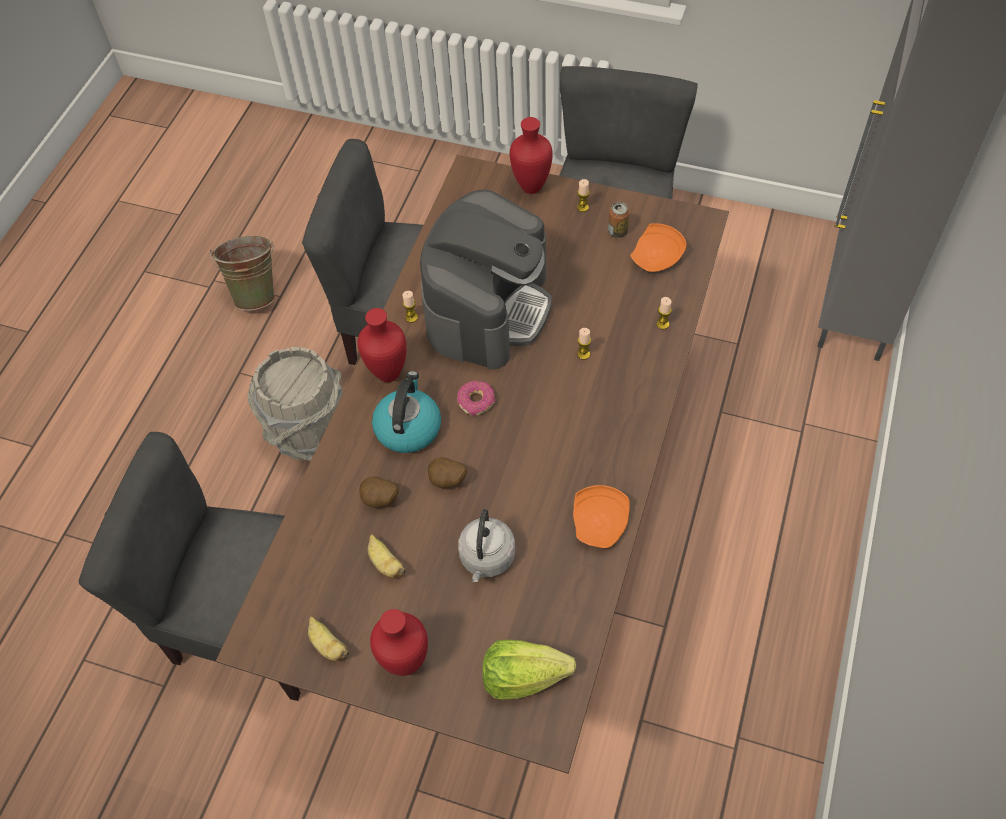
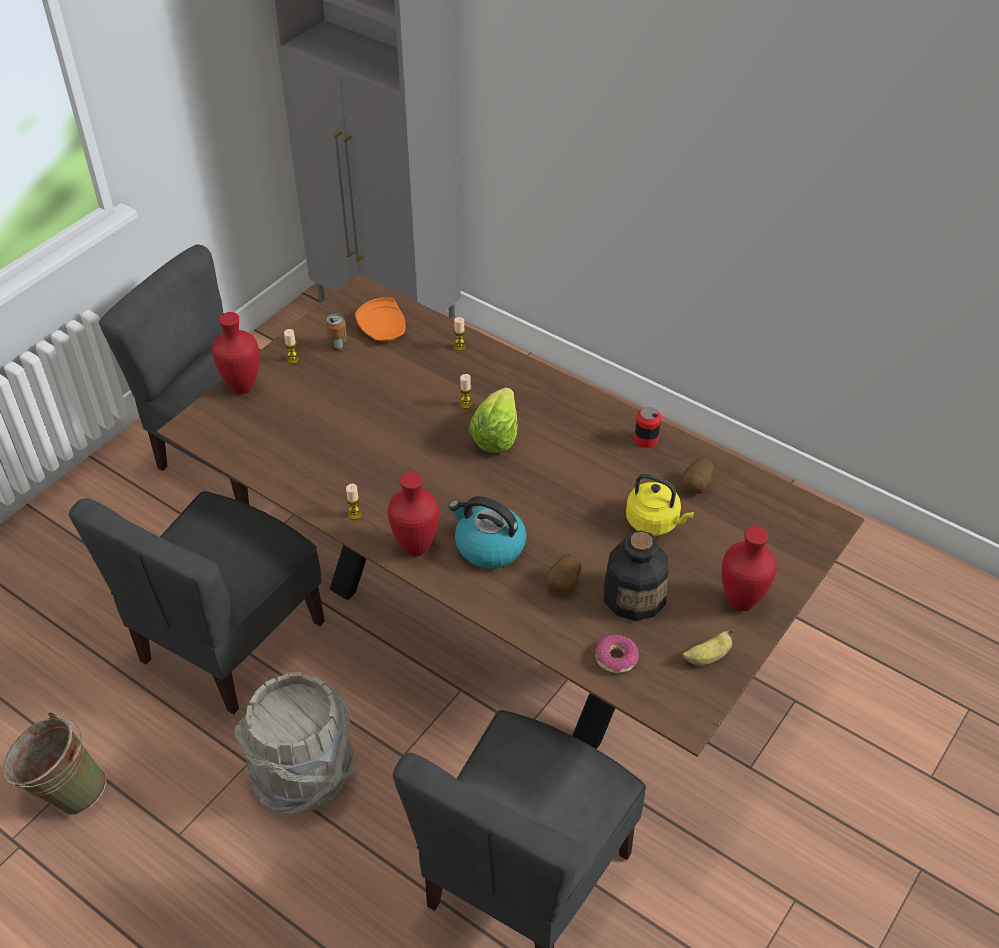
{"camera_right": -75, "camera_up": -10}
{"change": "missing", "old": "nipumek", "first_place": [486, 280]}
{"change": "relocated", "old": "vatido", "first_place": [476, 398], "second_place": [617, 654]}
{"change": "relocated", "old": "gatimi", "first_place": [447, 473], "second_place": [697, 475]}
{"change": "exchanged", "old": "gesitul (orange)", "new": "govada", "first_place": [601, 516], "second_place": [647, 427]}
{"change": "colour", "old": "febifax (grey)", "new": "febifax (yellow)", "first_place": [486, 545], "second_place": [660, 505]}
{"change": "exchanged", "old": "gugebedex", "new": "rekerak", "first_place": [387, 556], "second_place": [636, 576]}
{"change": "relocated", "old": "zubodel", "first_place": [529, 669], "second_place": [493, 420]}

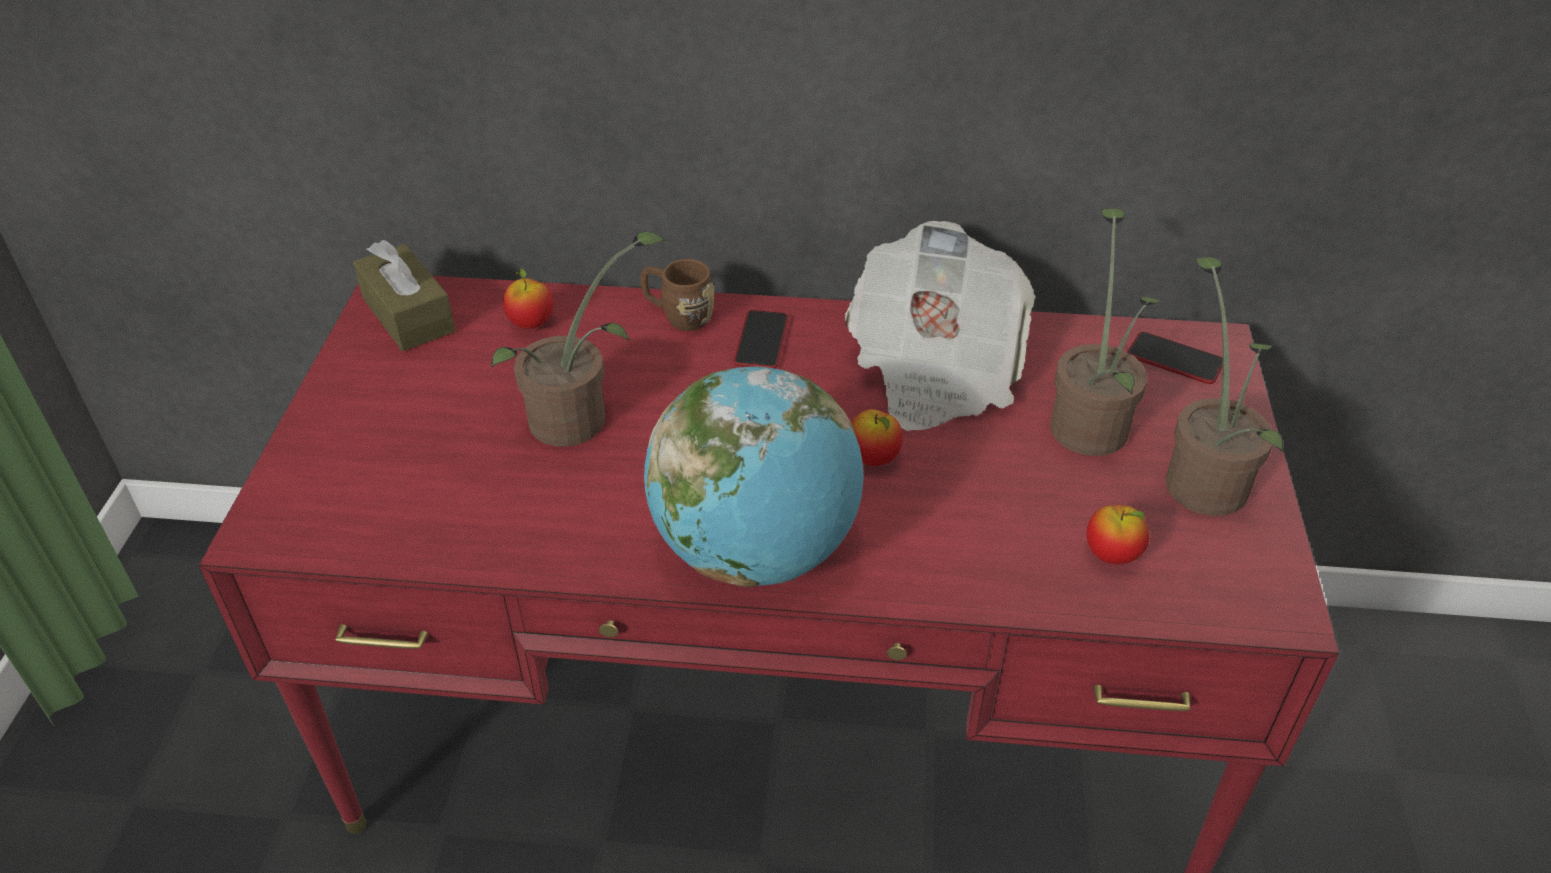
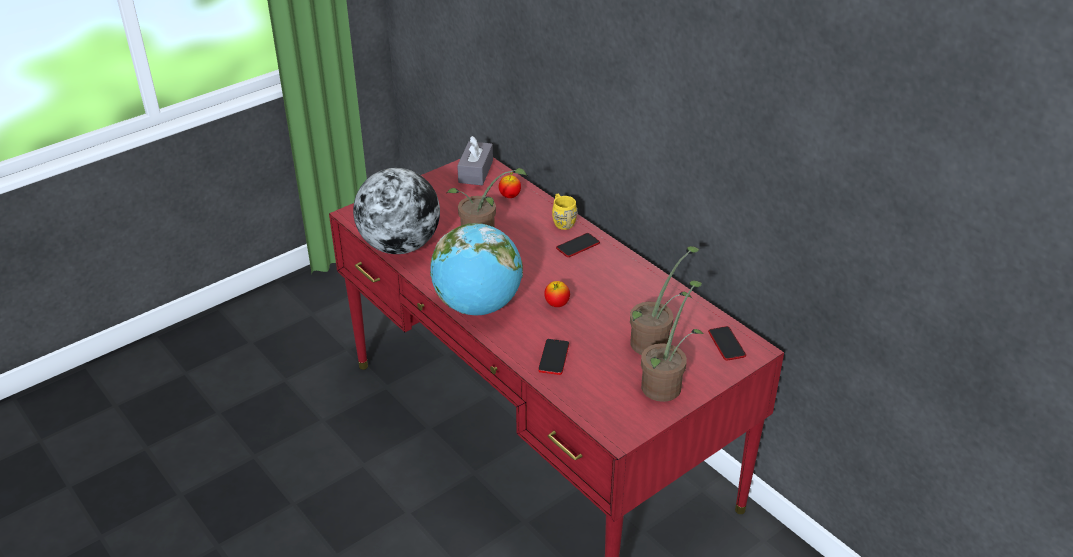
{"camera_right": 45, "camera_up": -5}
{"change": "missing", "old": "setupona", "first_place": [940, 326]}
{"change": "colour", "old": "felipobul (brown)", "new": "felipobul (grey)", "first_place": [404, 295], "second_place": [475, 160]}
{"change": "colour", "old": "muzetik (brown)", "new": "muzetik (yellow)", "first_place": [677, 295], "second_place": [564, 211]}
{"change": "missing", "old": "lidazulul", "first_place": [1118, 534]}
{"change": "appeared", "new": "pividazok", "second_place": [396, 211]}
{"change": "appeared", "new": "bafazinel", "second_place": [553, 357]}

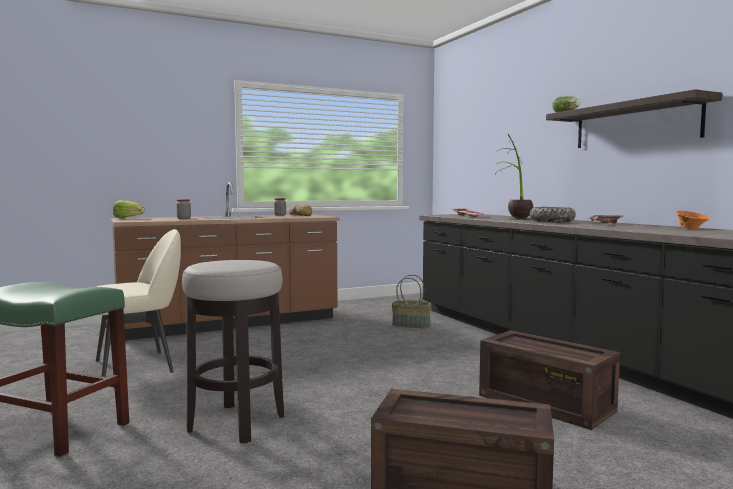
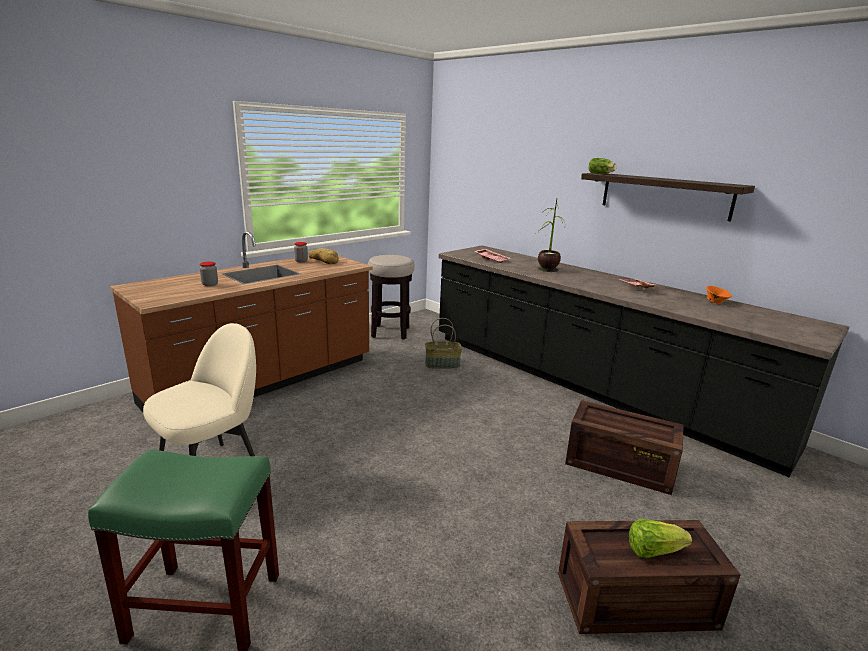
{"camera_right": -20, "camera_up": 15}
{"change": "relocated", "old": "zubodel", "first_place": [129, 209], "second_place": [660, 538]}
{"change": "missing", "old": "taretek", "first_place": [553, 214]}
{"change": "relocated", "old": "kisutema", "first_place": [233, 351], "second_place": [391, 297]}

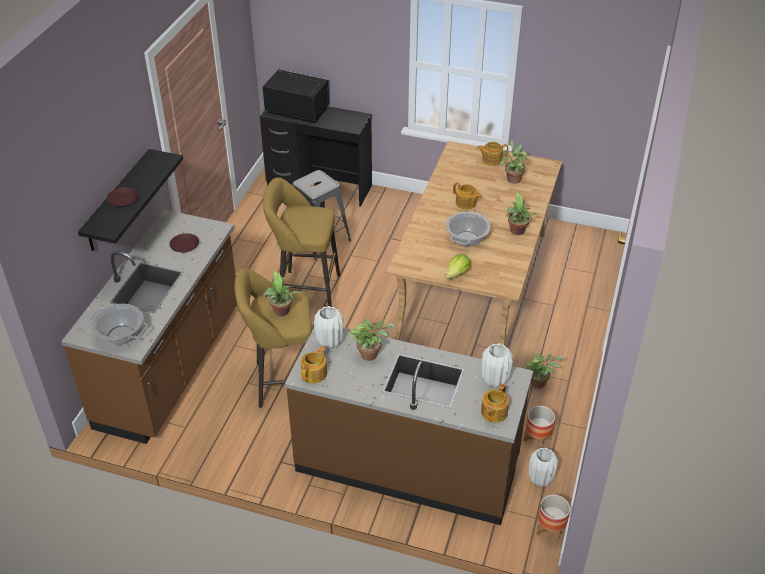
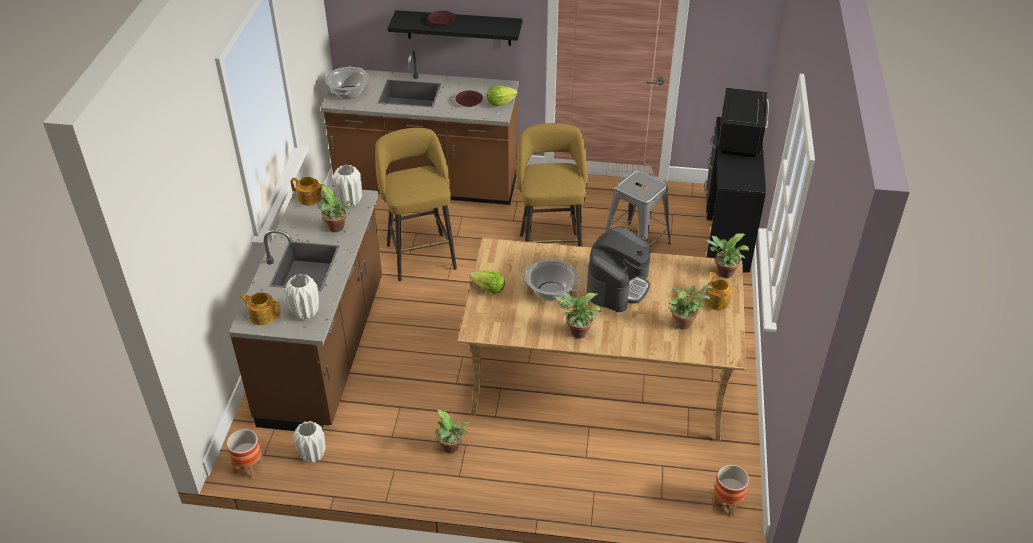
{"camera_right": 80, "camera_up": 0}
{"change": "exchanged", "old": "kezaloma", "new": "nipumek", "first_place": [467, 196], "second_place": [619, 269]}
{"change": "relocated", "old": "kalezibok", "first_place": [281, 293], "second_place": [727, 255]}
{"change": "relocated", "old": "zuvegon", "first_place": [539, 427], "second_place": [730, 490]}
{"change": "appeared", "new": "zubodel", "second_place": [502, 96]}

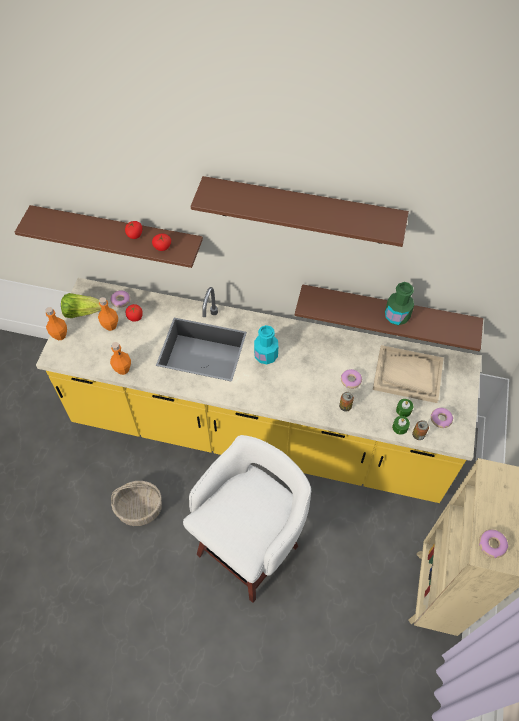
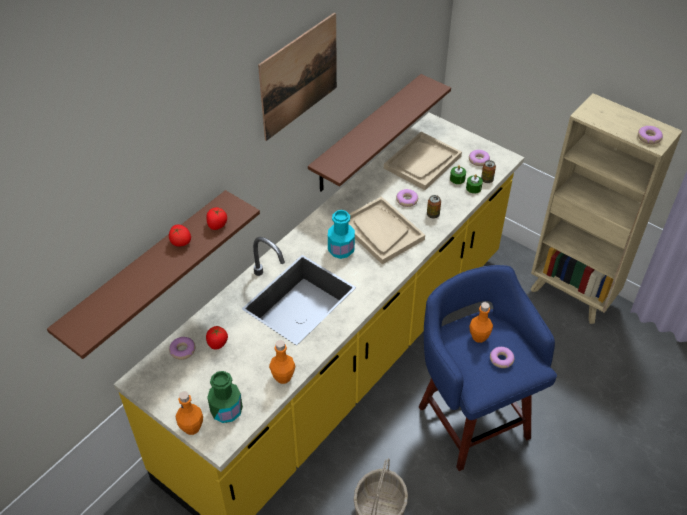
{"camera_right": -65, "camera_up": -10}
{"change": "exchanged", "old": "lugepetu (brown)", "new": "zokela", "first_place": [300, 211], "second_place": [297, 76]}
{"change": "relocated", "old": "rekerak (green)", "first_place": [399, 303], "second_place": [225, 397]}
{"change": "missing", "old": "zubodel", "first_place": [81, 305]}
{"change": "relocated", "old": "rekerak (orange)", "first_place": [108, 314], "second_place": [481, 322]}
{"change": "colour", "old": "kisutema (white)", "new": "kisutema (blue)", "first_place": [247, 519], "second_place": [488, 368]}
{"change": "appeared", "new": "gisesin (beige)", "second_place": [386, 230]}
{"change": "appeared", "new": "vatido", "second_place": [502, 357]}

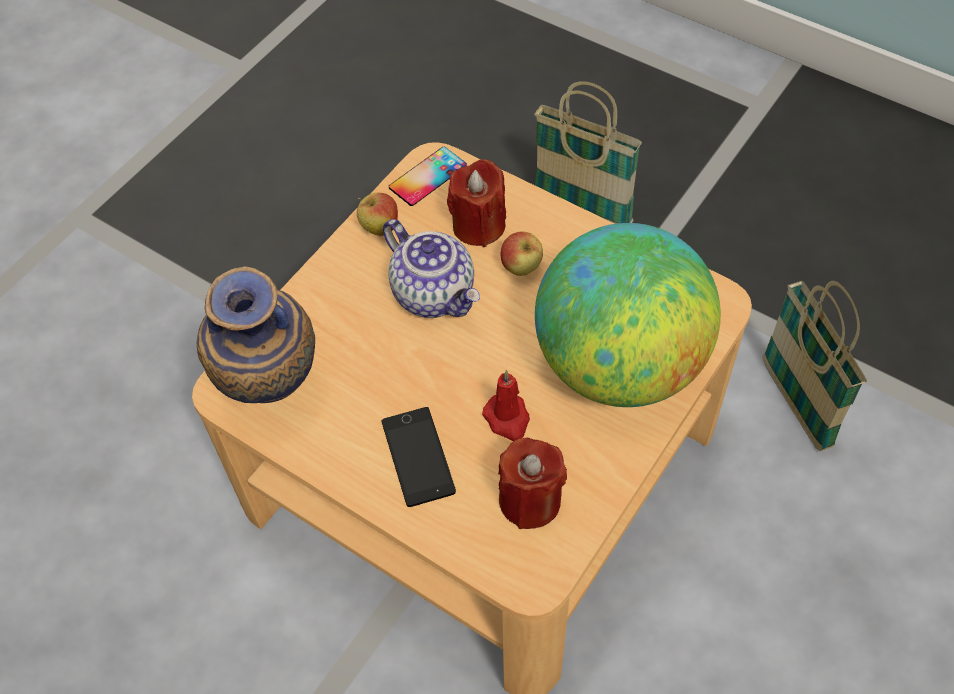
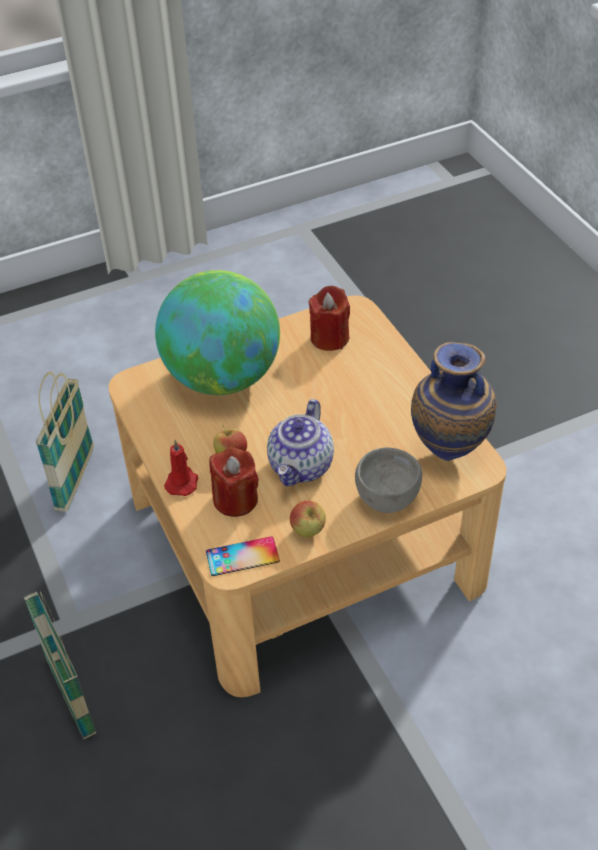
{"camera_right": -150, "camera_up": -10}
{"change": "spun", "old": "kezaloma", "first_place": [431, 268], "second_place": [300, 442], "degrees": -150}
{"change": "relocated", "old": "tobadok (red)", "first_place": [506, 405], "second_place": [181, 468]}
{"change": "missing", "old": "bafazinel", "first_place": [419, 457]}
{"change": "appeared", "new": "taretek (grey)", "second_place": [388, 480]}

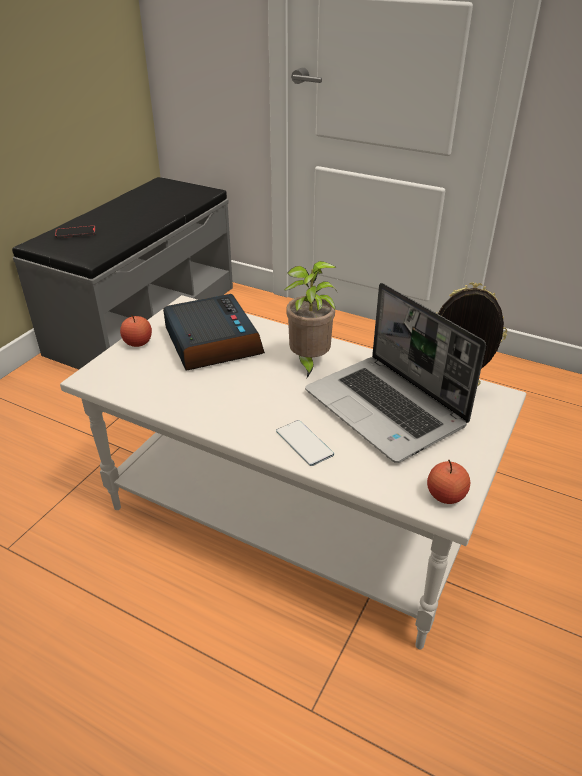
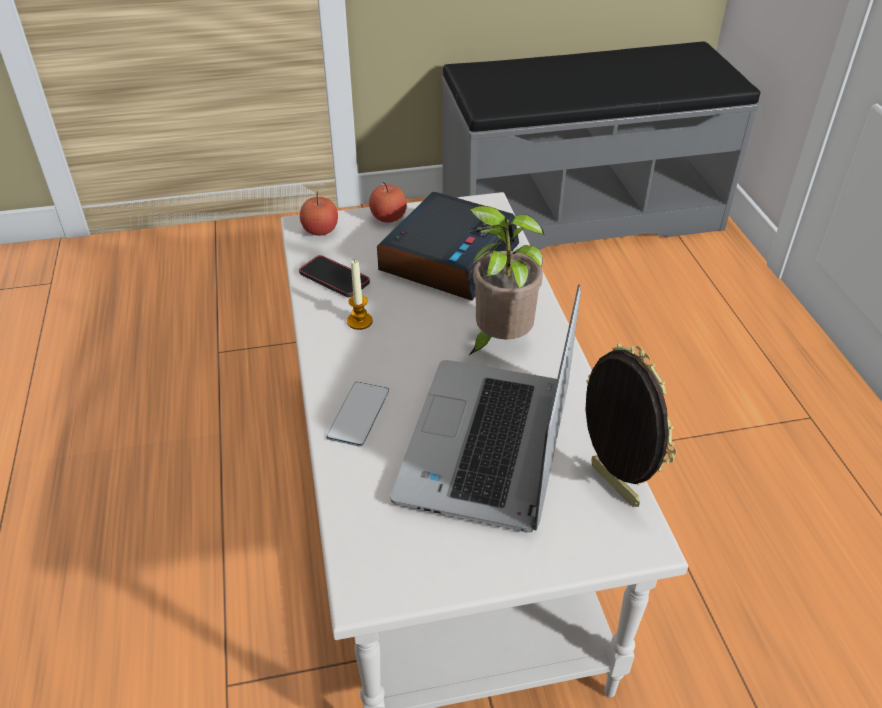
{"camera_right": 50, "camera_up": 5}
{"change": "relocated", "old": "bafazinel", "first_place": [75, 231], "second_place": [334, 276]}
{"change": "relocated", "old": "lidazulul", "first_place": [448, 482], "second_place": [319, 213]}
{"change": "appeared", "new": "tobadok", "second_place": [360, 294]}

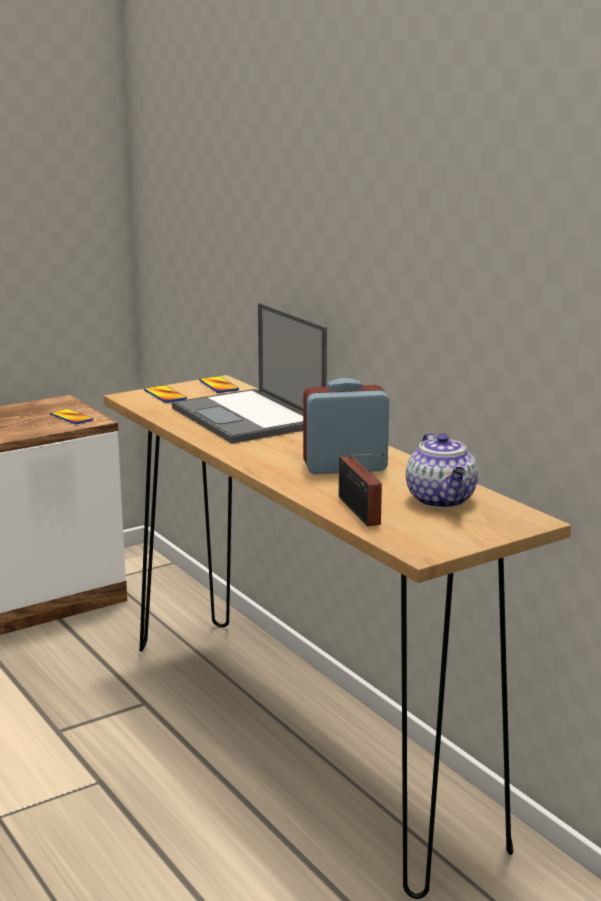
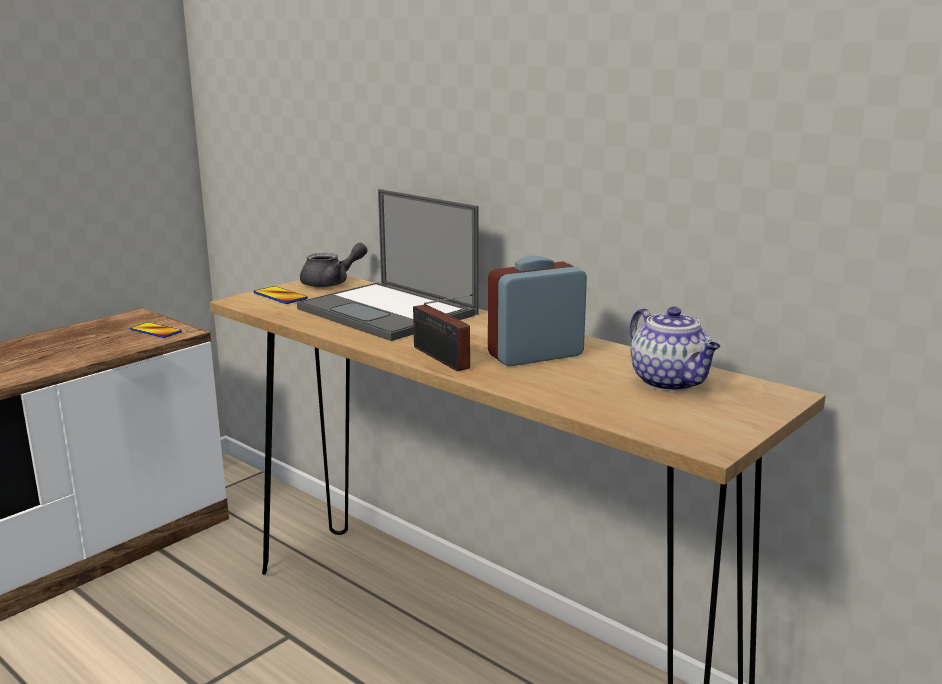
{"camera_right": -15, "camera_up": 0}
{"change": "exchanged", "old": "bafazinel", "new": "kezaloma (grey)", "first_place": [219, 384], "second_place": [334, 265]}
{"change": "relocated", "old": "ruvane", "first_place": [361, 490], "second_place": [443, 332]}

